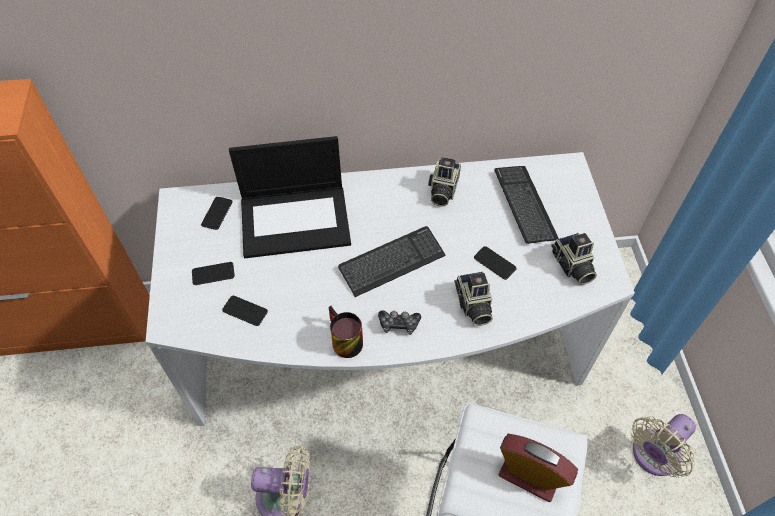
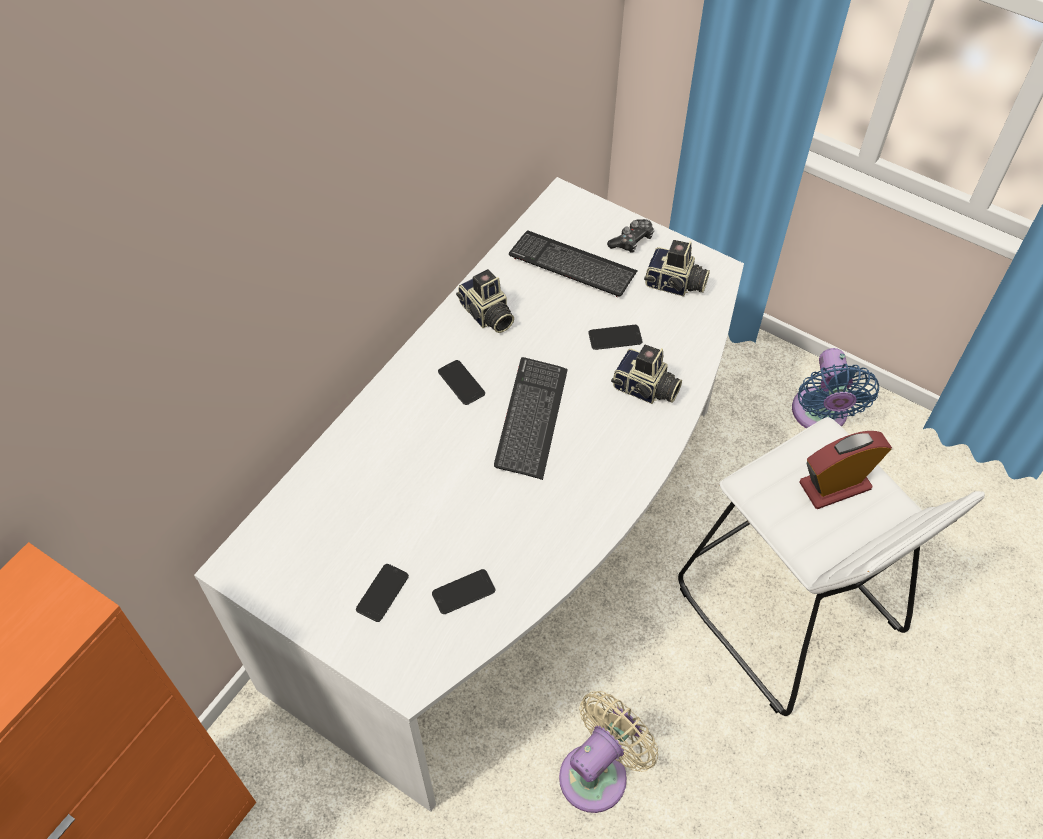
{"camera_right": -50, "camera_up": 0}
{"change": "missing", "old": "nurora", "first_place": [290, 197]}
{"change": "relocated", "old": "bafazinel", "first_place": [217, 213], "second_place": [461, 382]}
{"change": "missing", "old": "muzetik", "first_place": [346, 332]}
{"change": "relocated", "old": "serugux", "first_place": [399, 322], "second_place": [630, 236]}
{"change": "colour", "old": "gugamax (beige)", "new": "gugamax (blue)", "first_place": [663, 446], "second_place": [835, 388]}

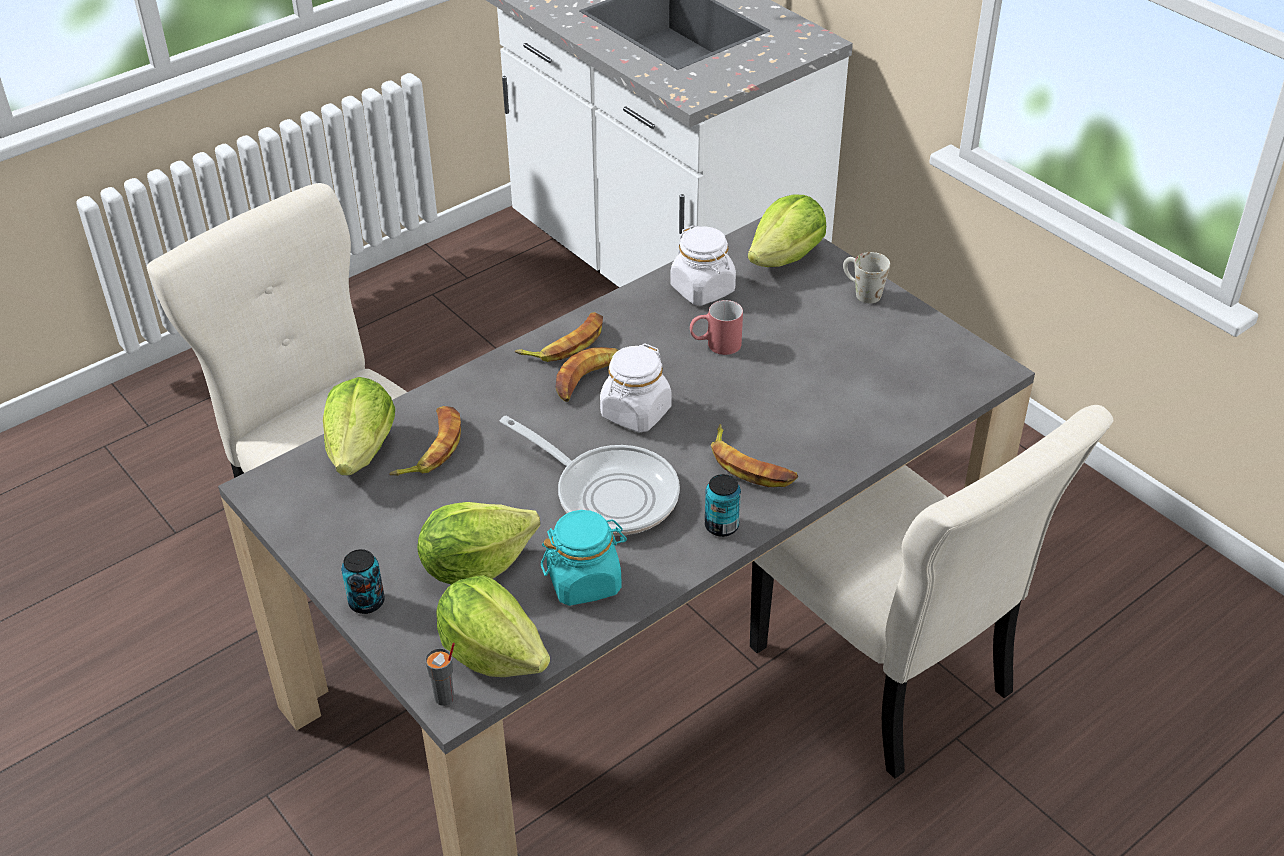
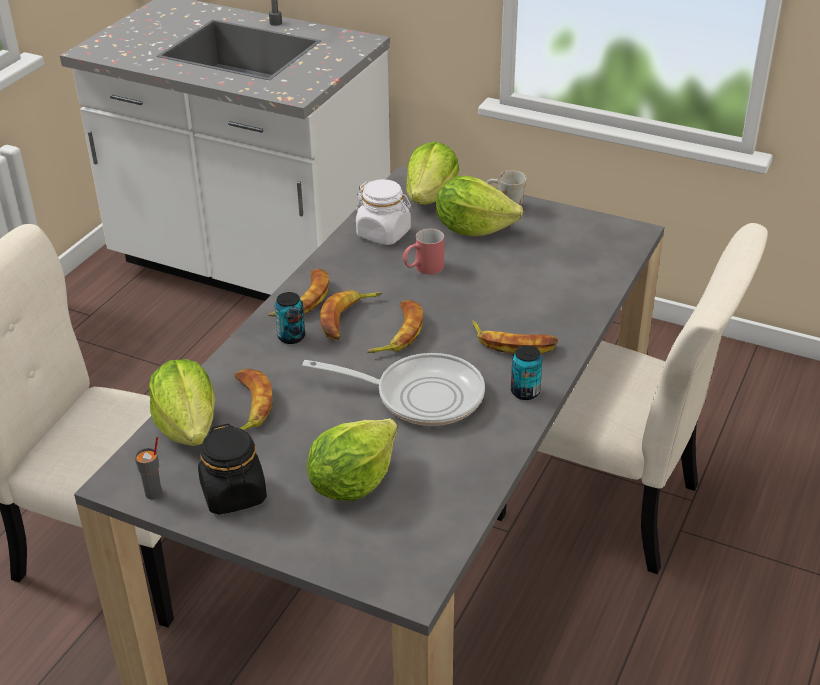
{"camera_right": -25, "camera_up": -5}
{"change": "exchanged", "old": "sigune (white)", "new": "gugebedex", "first_place": [636, 388], "second_place": [395, 326]}
{"change": "missing", "old": "sigune (turquoise)", "first_place": [584, 558]}
{"change": "relocated", "old": "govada", "first_place": [363, 581], "second_place": [290, 318]}
{"change": "relocated", "old": "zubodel", "first_place": [493, 626], "second_place": [479, 205]}
{"change": "relocated", "old": "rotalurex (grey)", "first_place": [440, 674], "second_place": [148, 468]}
{"change": "appeared", "new": "sigune (black)", "second_place": [232, 469]}

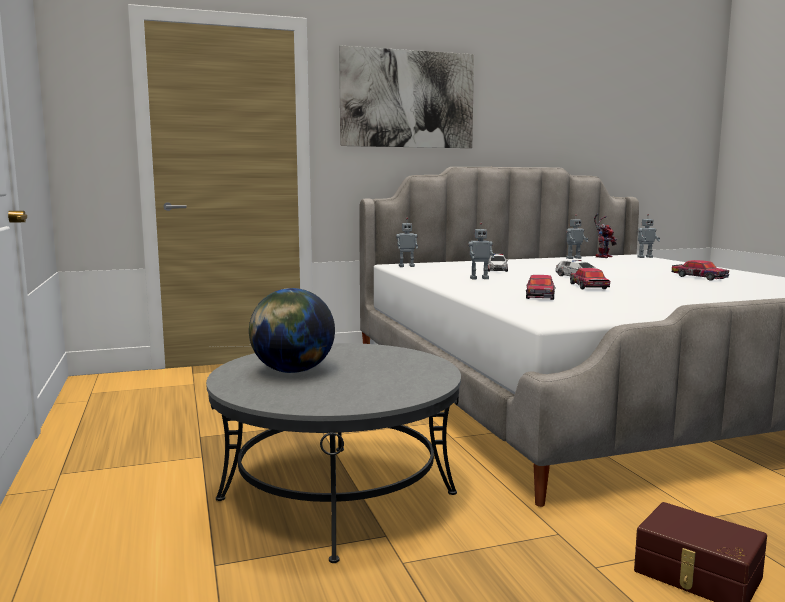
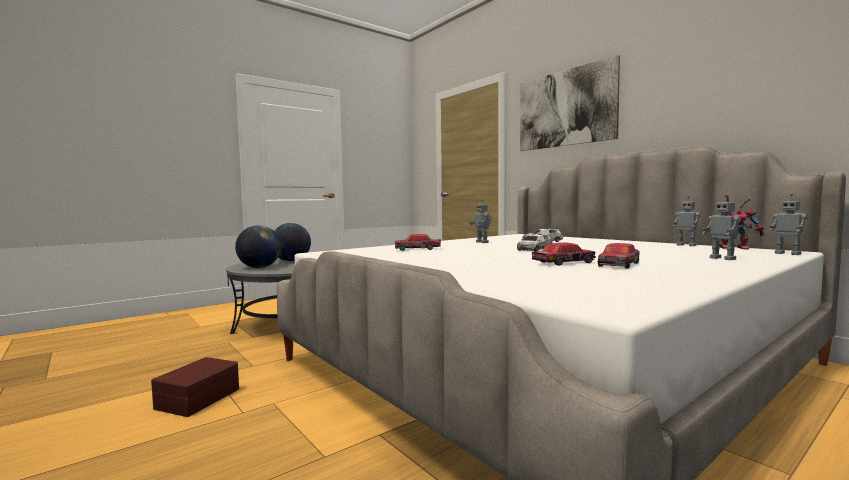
{"camera_right": 70, "camera_up": -5}
{"change": "relocated", "old": "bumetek", "first_place": [407, 242], "second_place": [721, 227]}
{"change": "relocated", "old": "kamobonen", "first_place": [590, 278], "second_place": [564, 254]}
{"change": "appeared", "new": "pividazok", "second_place": [258, 246]}

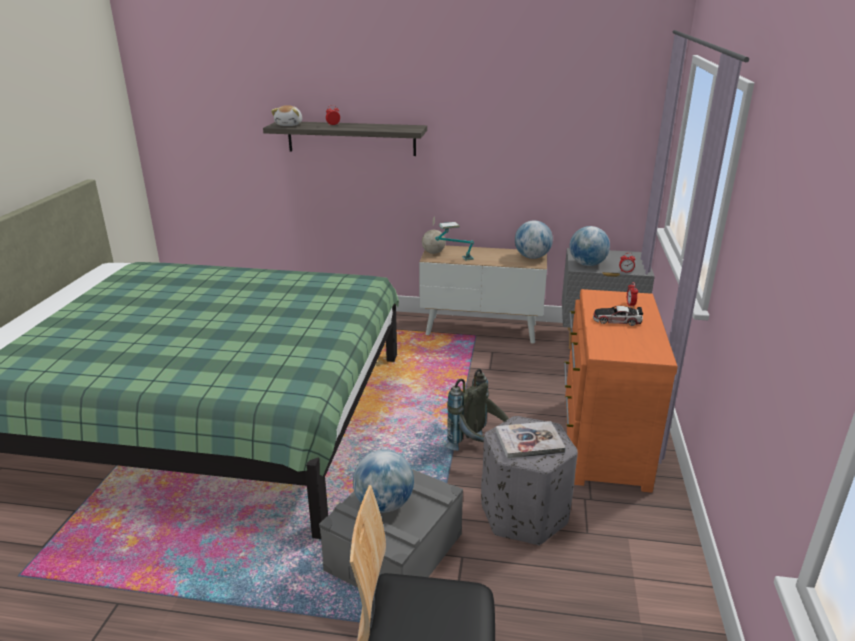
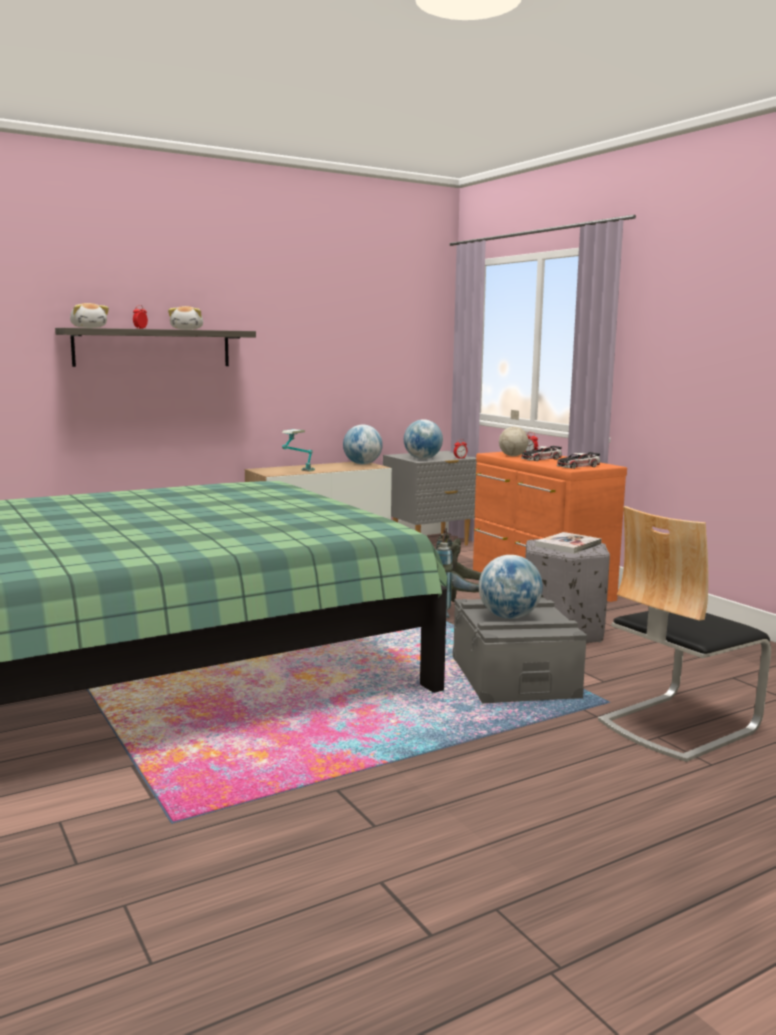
{"camera_right": -40, "camera_up": -15}
{"change": "relocated", "old": "pividazok", "first_place": [434, 235], "second_place": [514, 433]}
{"change": "appeared", "new": "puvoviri", "second_place": [185, 318]}
{"change": "appeared", "new": "kamobonen", "second_place": [578, 460]}

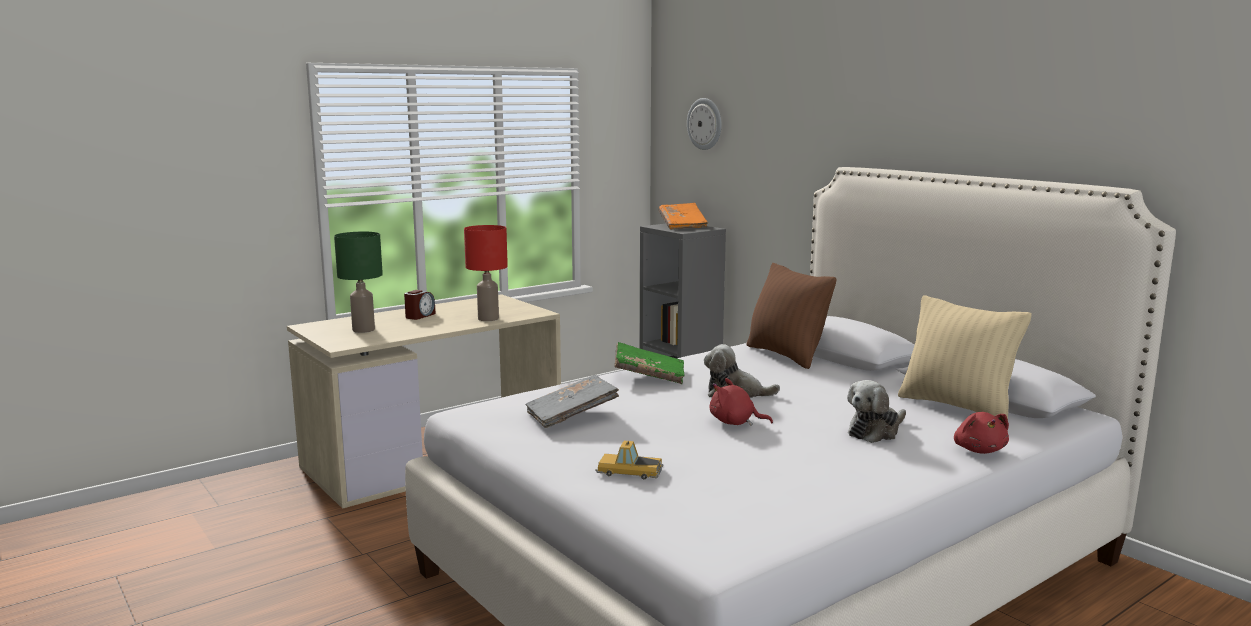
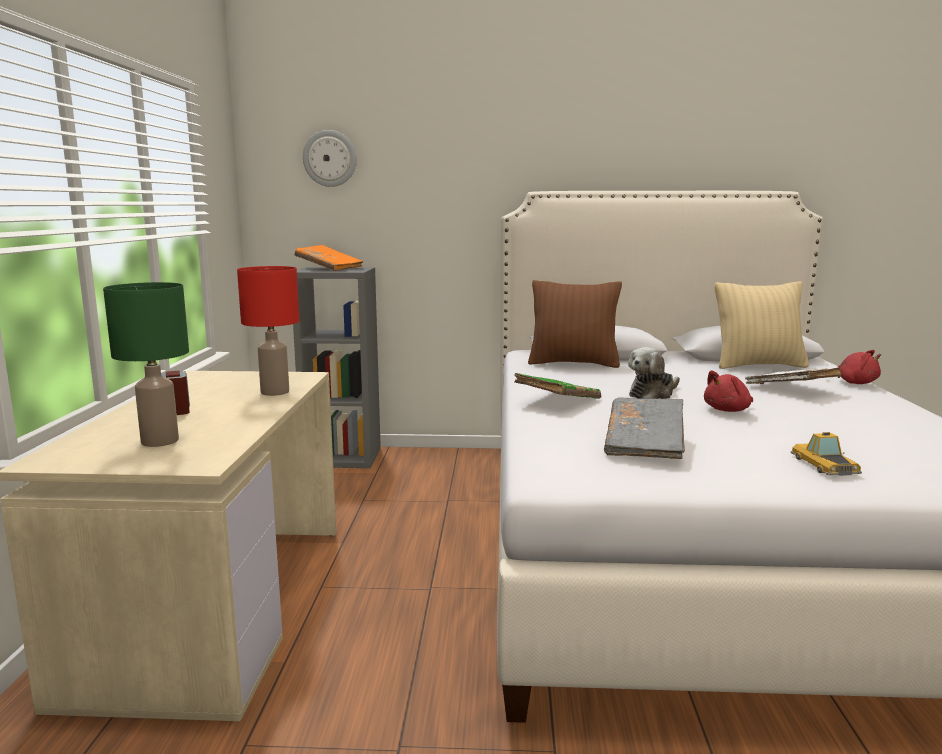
{"camera_right": -50, "camera_up": 0}
{"change": "exchanged", "old": "puvoviri", "new": "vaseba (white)", "first_place": [876, 411], "second_place": [793, 375]}
{"change": "spun", "old": "kamobonen", "first_place": [629, 460], "second_place": [826, 454], "degrees": 120}

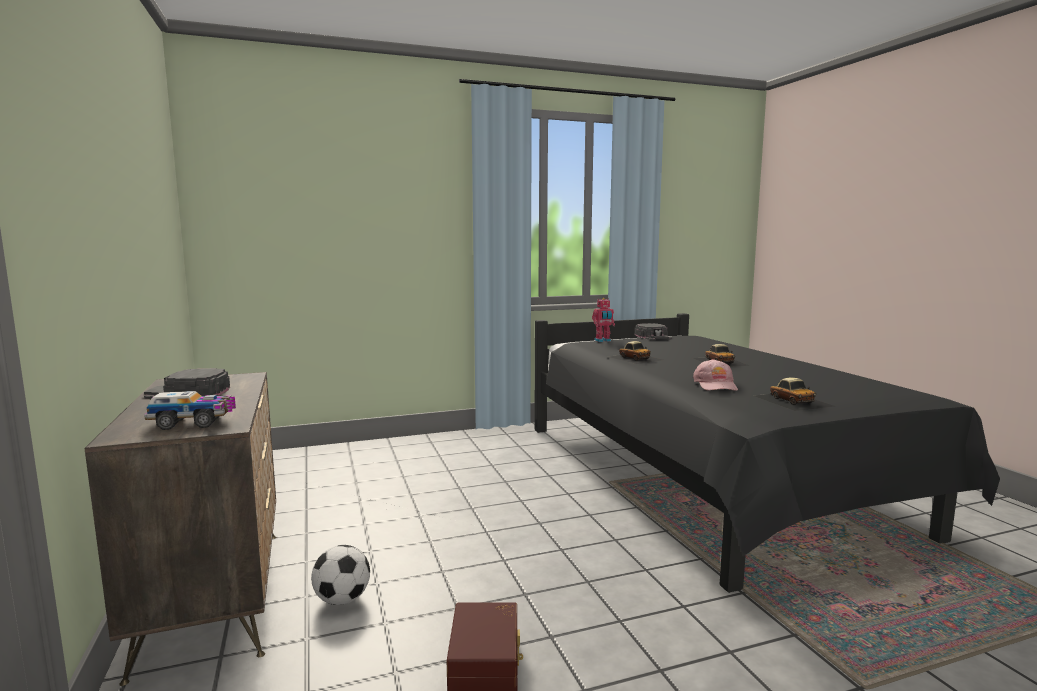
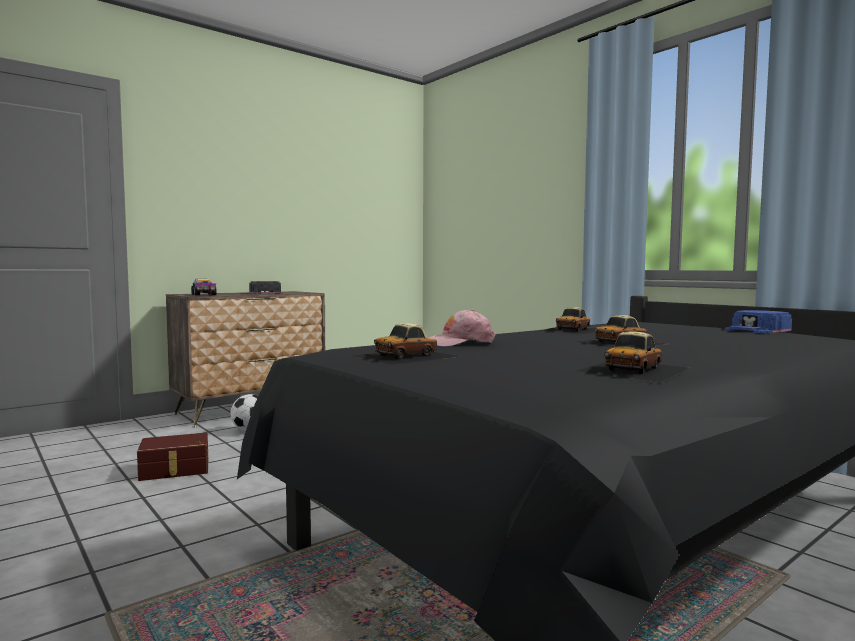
{"camera_right": 70, "camera_up": -5}
{"change": "missing", "old": "bumetek", "first_place": [603, 320]}
{"change": "colour", "old": "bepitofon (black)", "new": "bepitofon (blue)", "first_place": [653, 331], "second_place": [758, 321]}
{"change": "appeared", "new": "kamobonen", "second_place": [633, 357]}

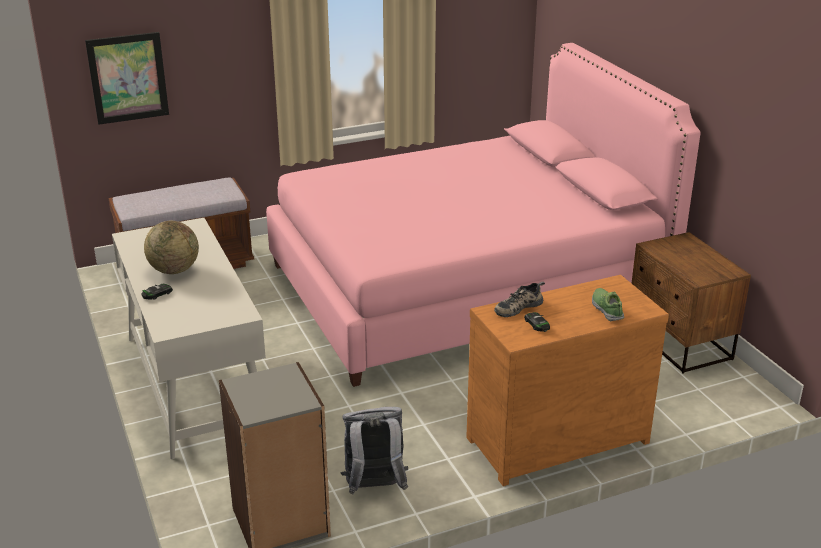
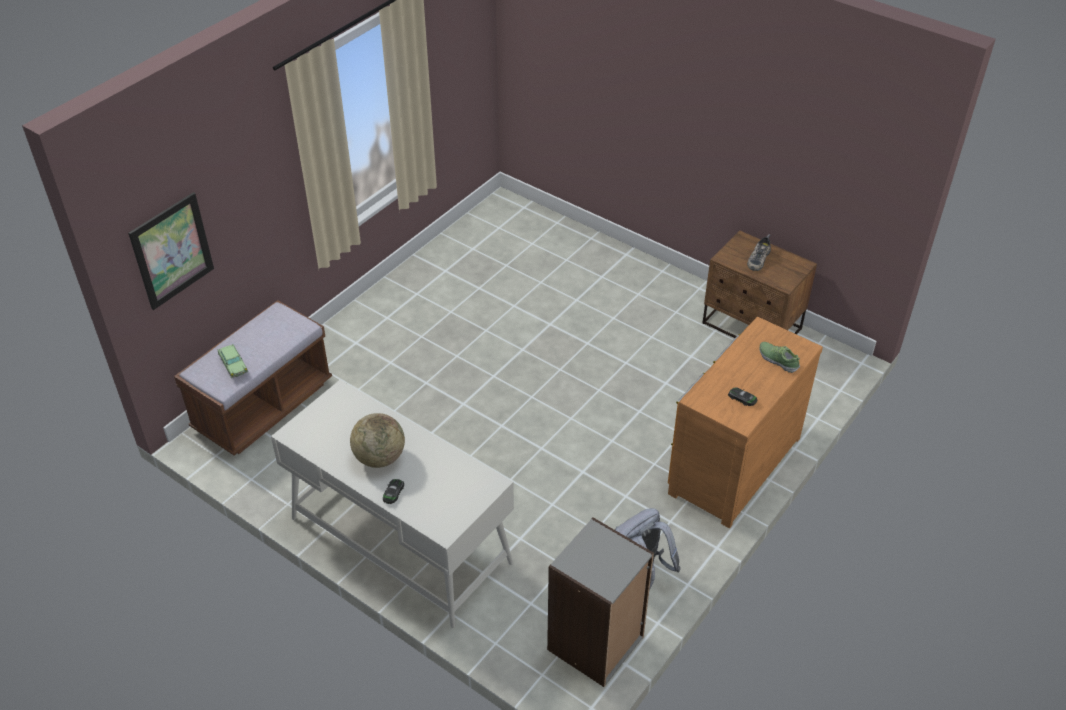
{"camera_right": -30, "camera_up": 15}
{"change": "missing", "old": "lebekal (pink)", "first_place": [483, 215]}
{"change": "relocated", "old": "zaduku", "first_place": [519, 299], "second_place": [759, 252]}
{"change": "appeared", "new": "kamobonen", "second_place": [233, 361]}

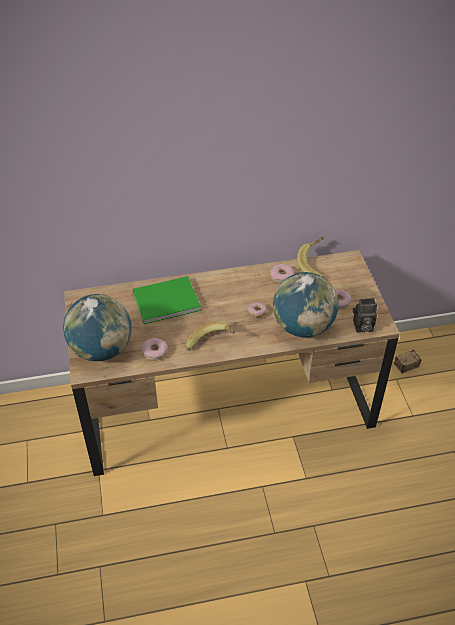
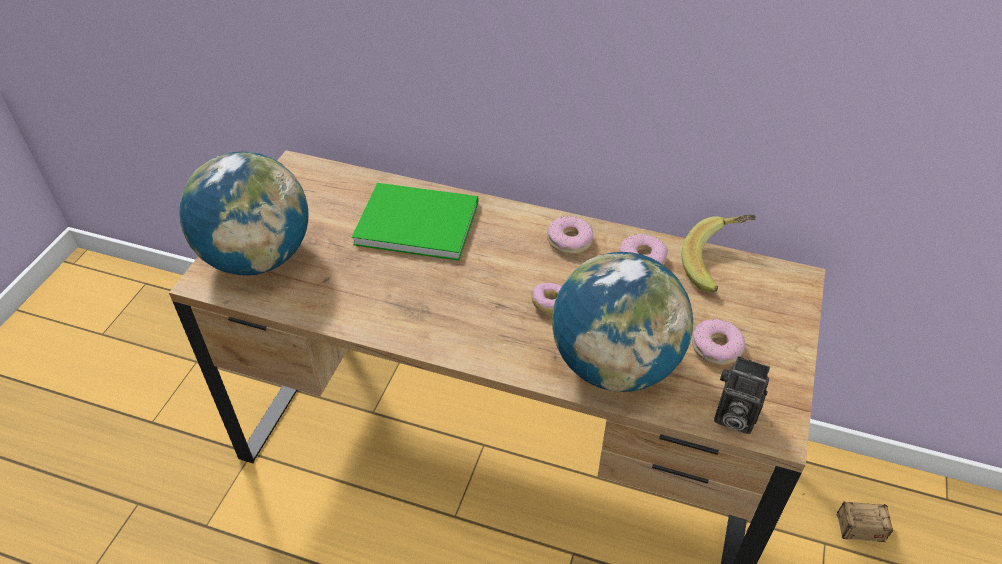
{"camera_right": 30, "camera_up": 0}
{"change": "missing", "old": "gugebedex", "first_place": [210, 336]}
{"change": "relocated", "old": "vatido", "first_place": [154, 349], "second_place": [570, 235]}

